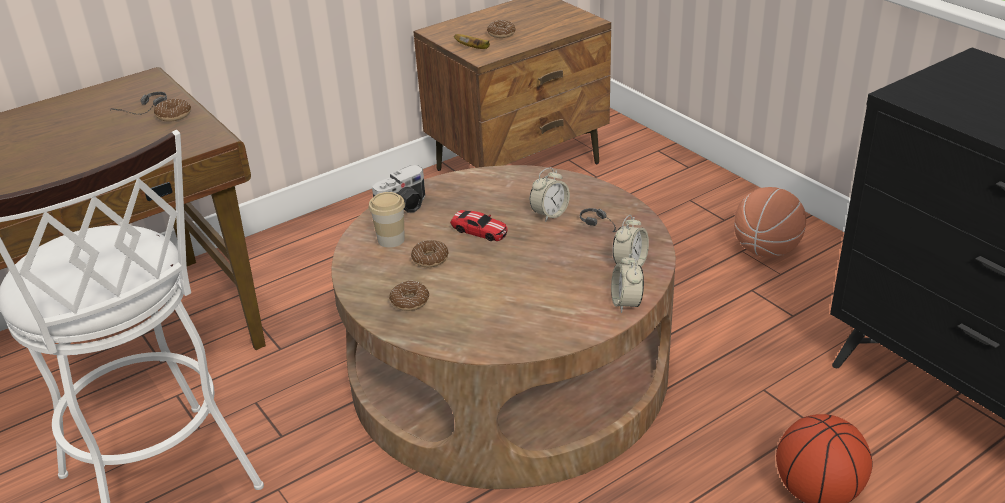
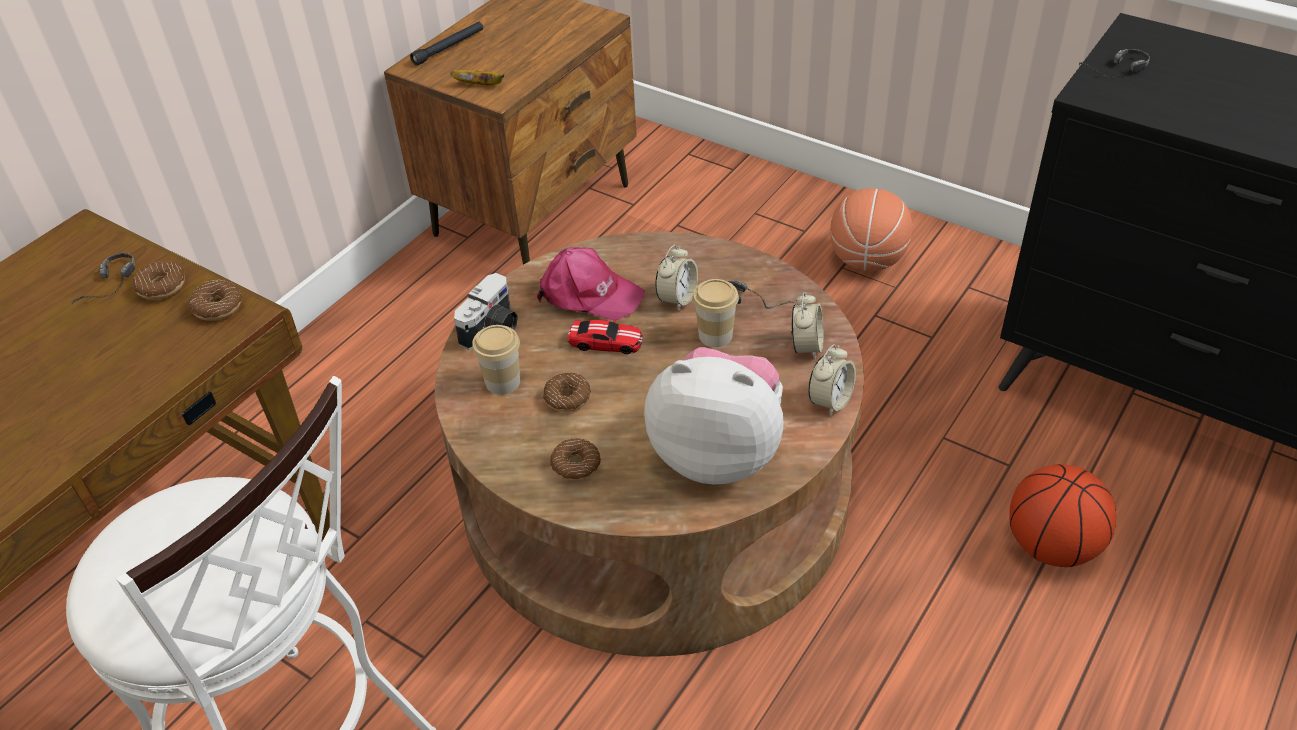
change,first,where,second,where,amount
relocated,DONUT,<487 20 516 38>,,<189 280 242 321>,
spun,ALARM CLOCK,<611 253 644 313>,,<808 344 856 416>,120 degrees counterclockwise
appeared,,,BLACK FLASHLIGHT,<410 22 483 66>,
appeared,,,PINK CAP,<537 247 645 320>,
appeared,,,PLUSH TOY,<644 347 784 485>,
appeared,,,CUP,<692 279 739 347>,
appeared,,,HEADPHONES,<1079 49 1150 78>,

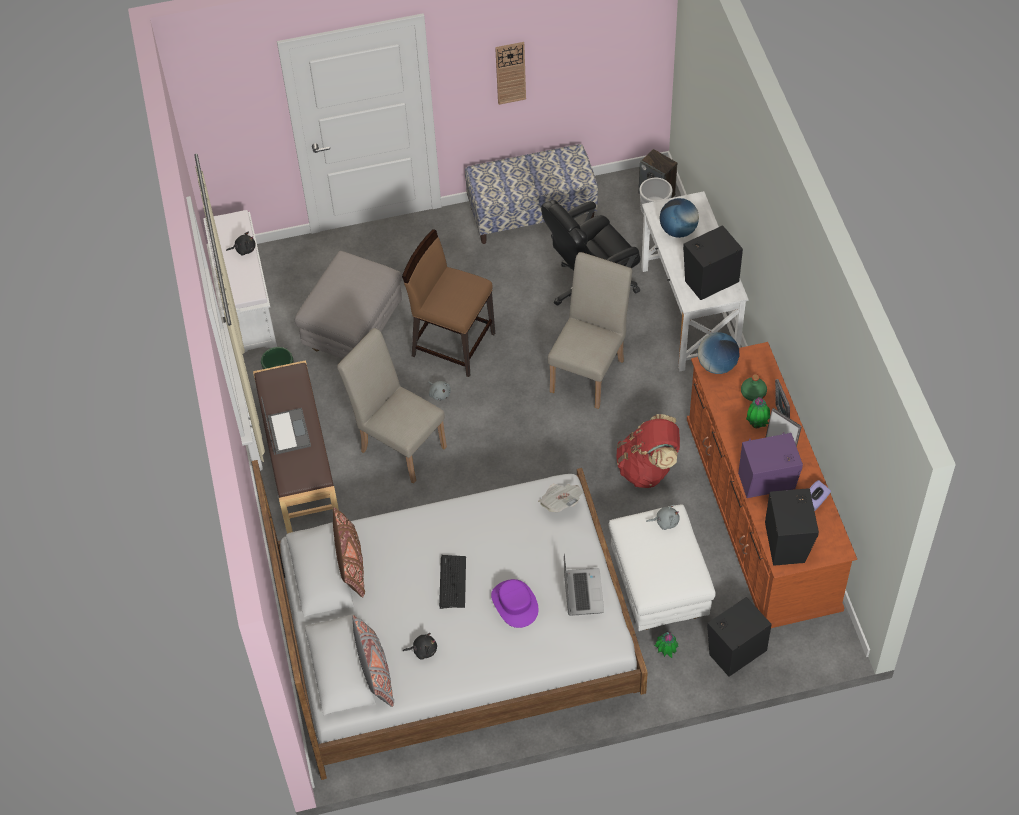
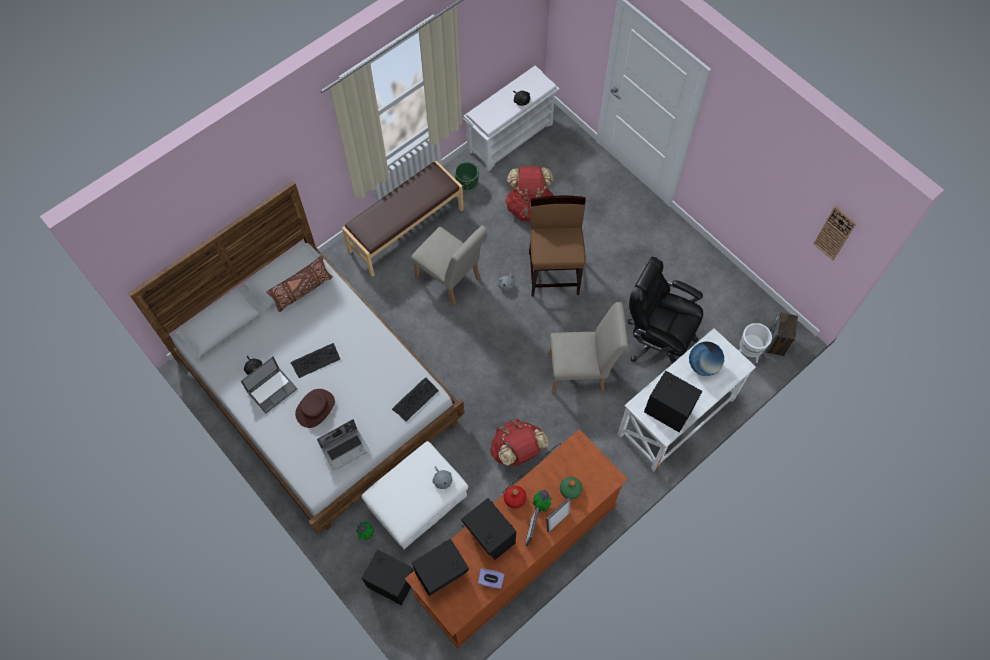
change,first,where,second,where,amount
relocated,LAPTOP,<261 397 311 455>,,<241 356 297 414>,
exchanged,GREY OTTOMAN,<295 251 402 359>,RED BACKPACK,<505 166 554 222>,
spun,BEIGE CHAIR,<337 328 447 484>,,<411 226 487 306>,120 degrees clockwise
missing,GREY PILLOW,<352 615 394 707>,,,
missing,BENCH,<465 144 598 244>,,,
colour,PURPLE HAT,<491 579 539 628>,BROWN HAT,<295 389 335 428>,
relocated,WALL CLOCK,<495 42 526 105>,,<814 206 857 260>,
exchanged,NEWSPAPER,<538 484 583 512>,KEYBOARD,<392 378 439 421>,
missing,GLOBE,<698 332 739 374>,,,
colour,PURPLE SPEAKER,<738 432 803 498>,BLACK SPEAKER,<461 498 516 560>,
appeared,,,RED BOTTLE,<504 486 527 509>,

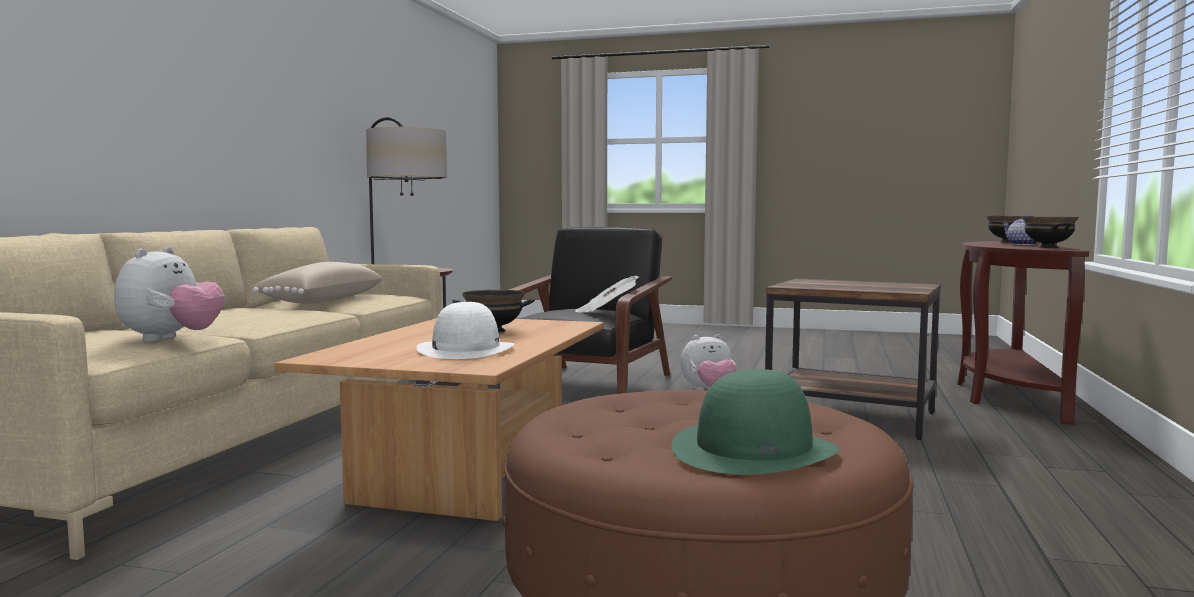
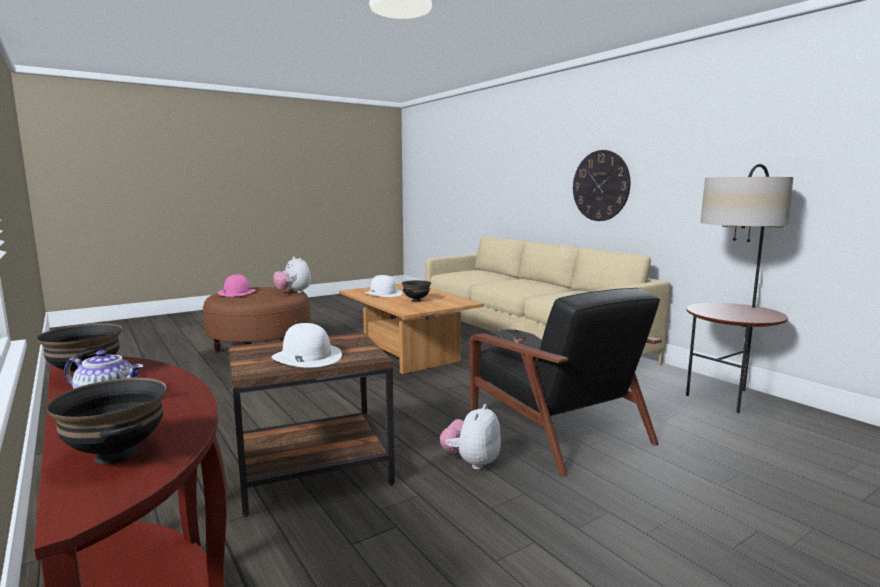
change,first,where,second,where,amount
relocated,PLUSH TOY,<114 247 225 342>,,<273 257 311 293>,
missing,BEIGE PILLOW,<252 262 383 304>,,,
colour,GREEN HAT,<671 369 839 475>,PINK HAT,<218 275 256 297>,
appeared,,,WHITE HAT,<272 323 342 368>,
appeared,,,WALL CLOCK,<573 150 630 221>,

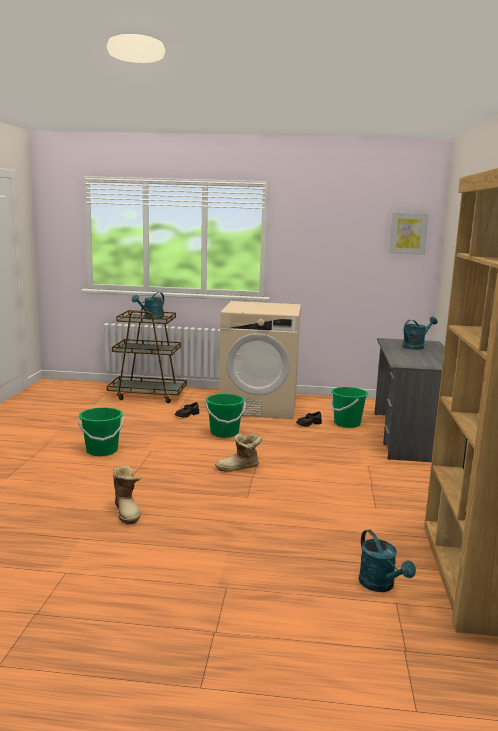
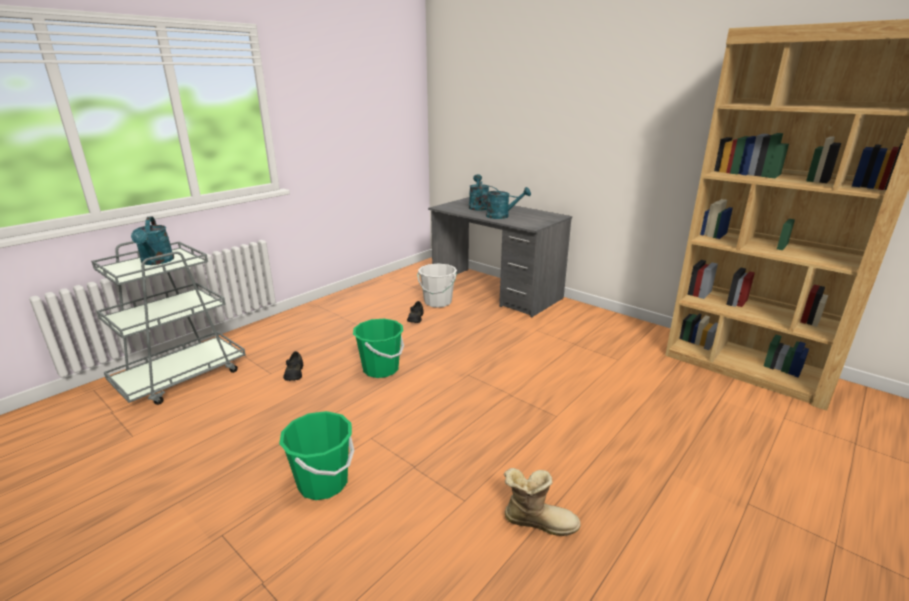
change,first,where,second,where,amount
colour,BROWN CART,<107 305 187 403>,GREY CART,<91 241 246 405>,
missing,BOOT,<215 433 263 472>,,,
missing,BEIGE WASHING MACHINE,<219 301 301 419>,,,
colour,GREEN BUCKET,<330 387 368 428>,WHITE BUCKET,<417 264 457 308>,
relocated,TURQUOISE WATERING CAN,<359 530 416 592>,,<481 186 531 219>,
missing,PICTURE,<389 213 429 255>,,,

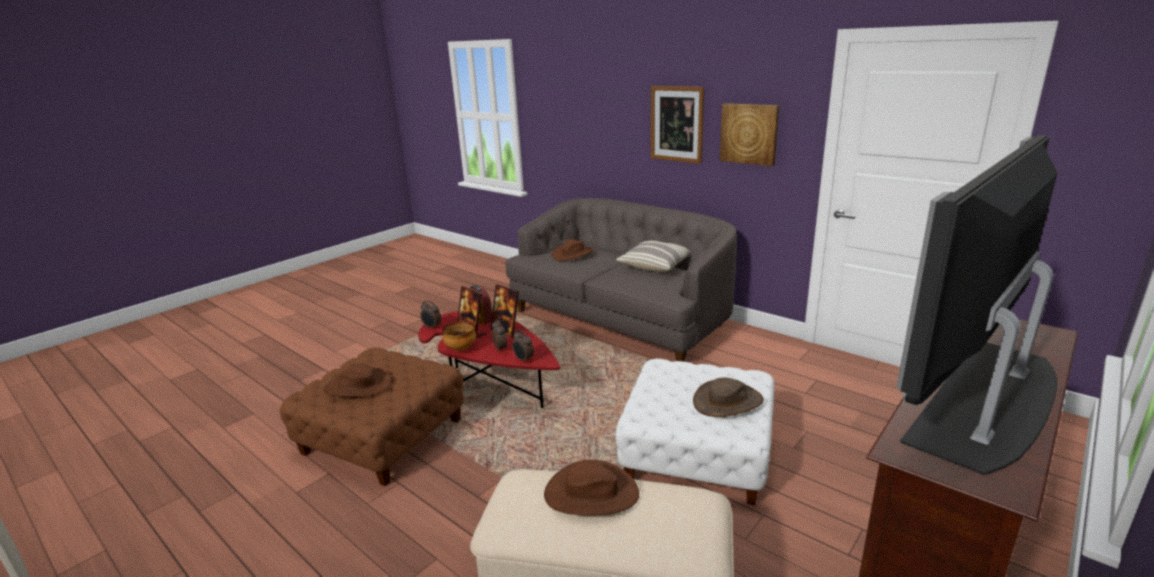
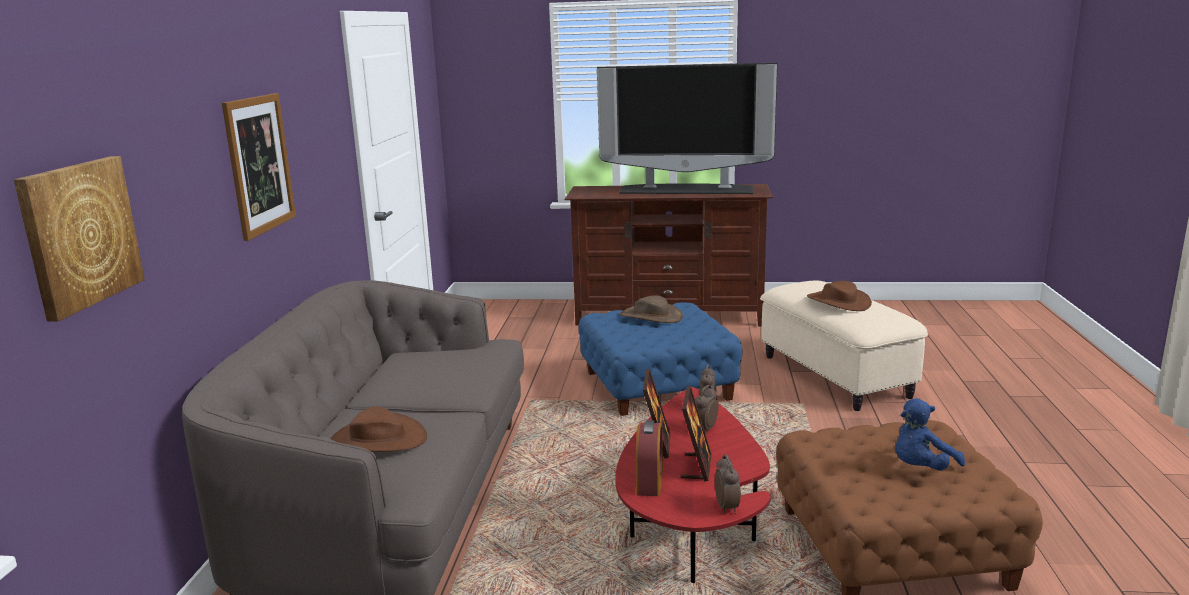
change,first,where,second,where,amount
exchanged,BROWN HAT,<323 364 391 397>,BLUE PLUSH TOY,<895 399 965 471>,
missing,BOWL,<442 321 476 351>,,,
missing,PILLOW,<616 241 691 272>,,,
colour,WHITE OTTOMAN,<616 359 775 505>,BLUE OTTOMAN,<579 302 743 416>,
relocated,PICTURE,<720 103 779 166>,,<14 156 145 322>,

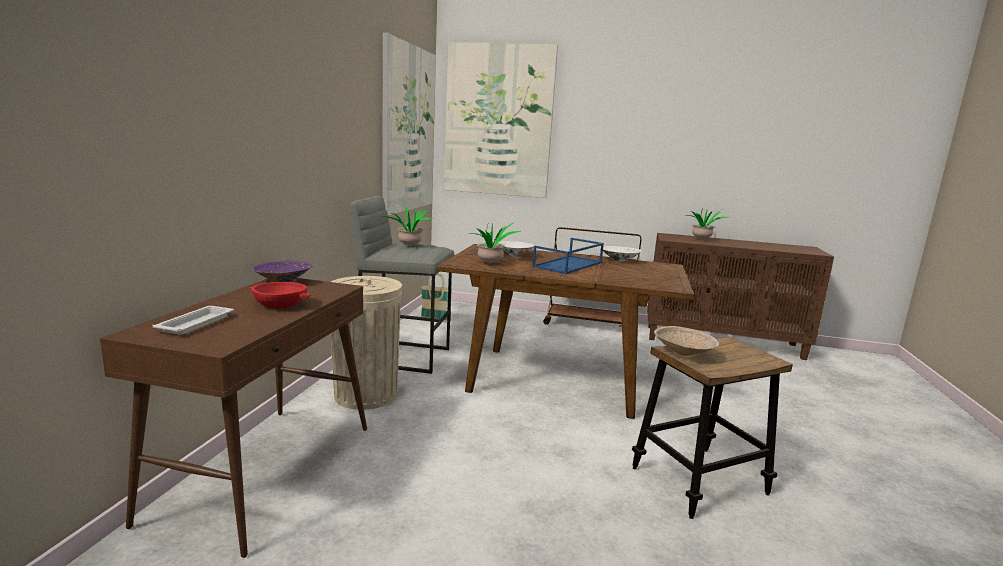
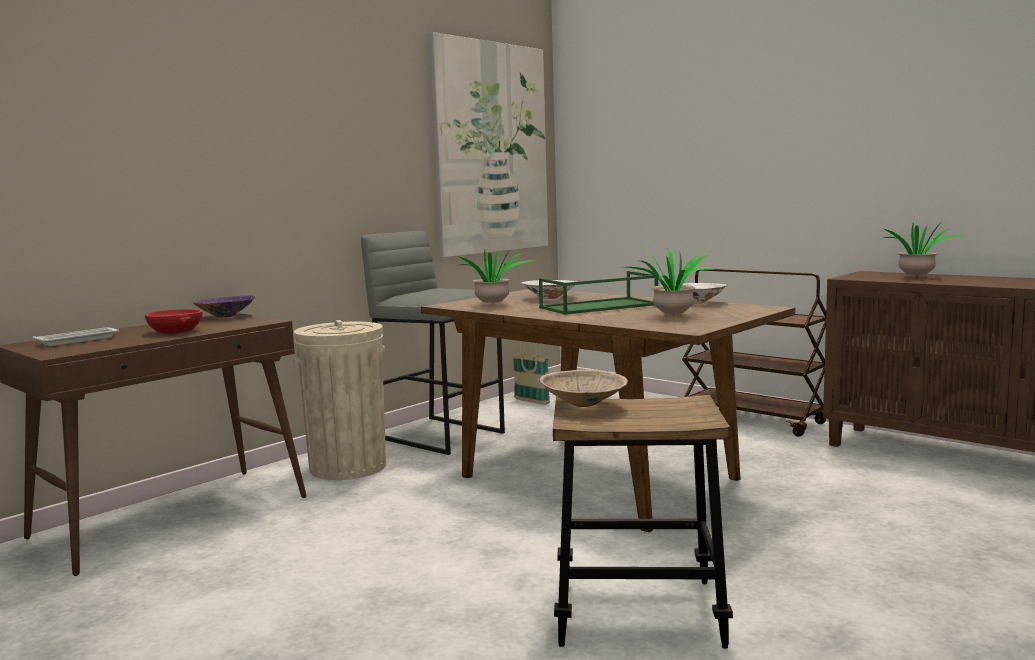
change,first,where,second,where,amount
relocated,POTTED PLANT,<380 205 433 246>,,<625 249 713 315>,
missing,PICTURE,<444 42 558 198>,,,
colour,BLUE TRAY,<532 238 604 274>,GREEN TRAY,<539 271 658 315>,

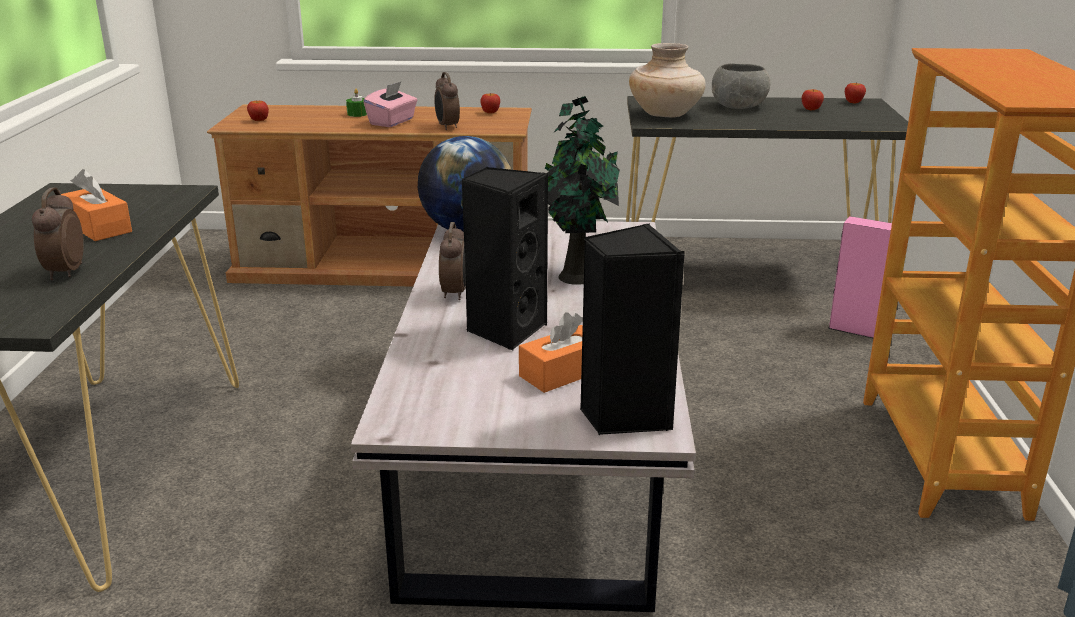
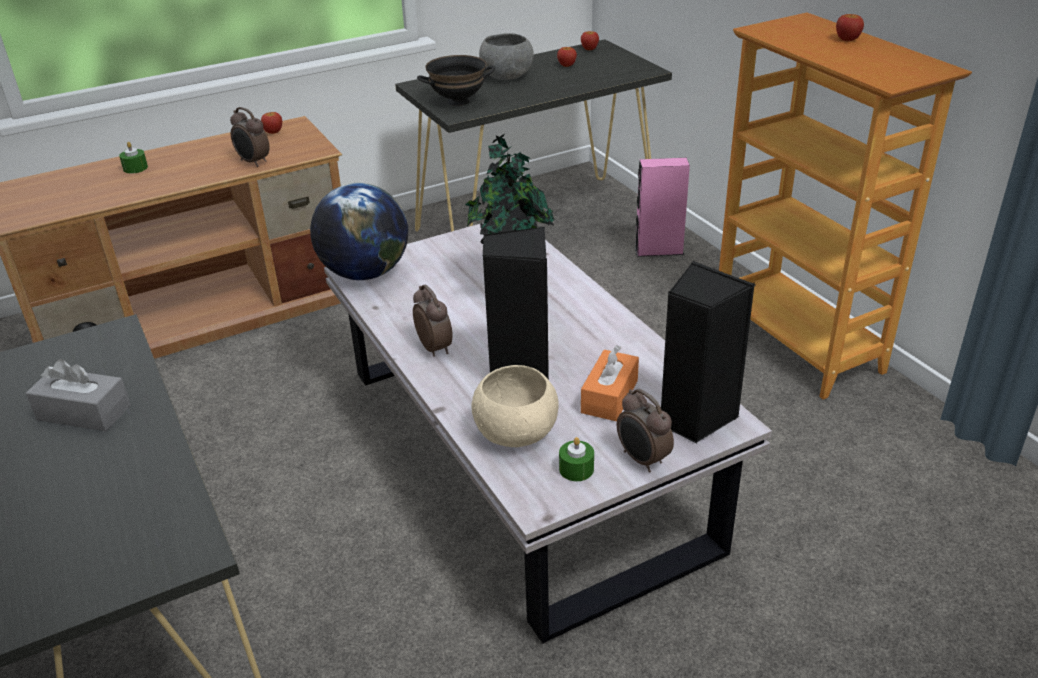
change,first,where,second,where,amount
relocated,ALARM CLOCK,<32 187 84 280>,,<617 389 674 472>,
colour,ORANGE TISSUE BOX,<61 169 132 241>,GREY TISSUE BOX,<26 359 131 431>,
relocated,APPLE,<247 101 269 121>,,<836 14 864 41>,
missing,PINK TISSUE BOX,<363 82 417 127>,,,
exchanged,BEIGE VASE,<629 43 706 118>,BLACK BOWL,<417 55 495 106>,
appeared,,,BEIGE BOWL,<471 365 559 447>,
appeared,,,GREEN CANDLE,<559 437 594 481>,

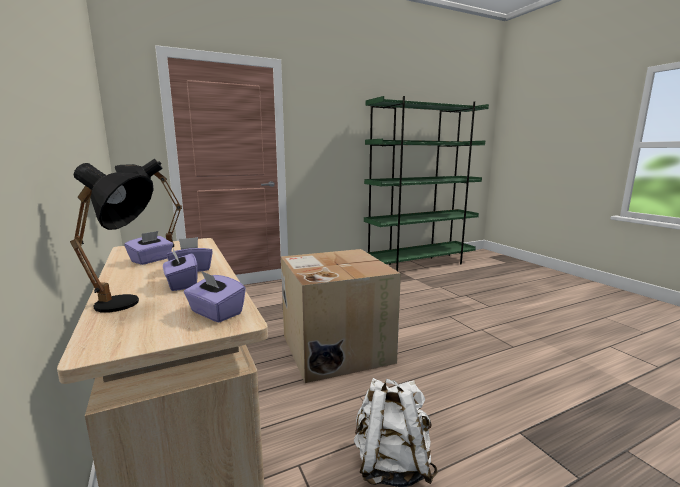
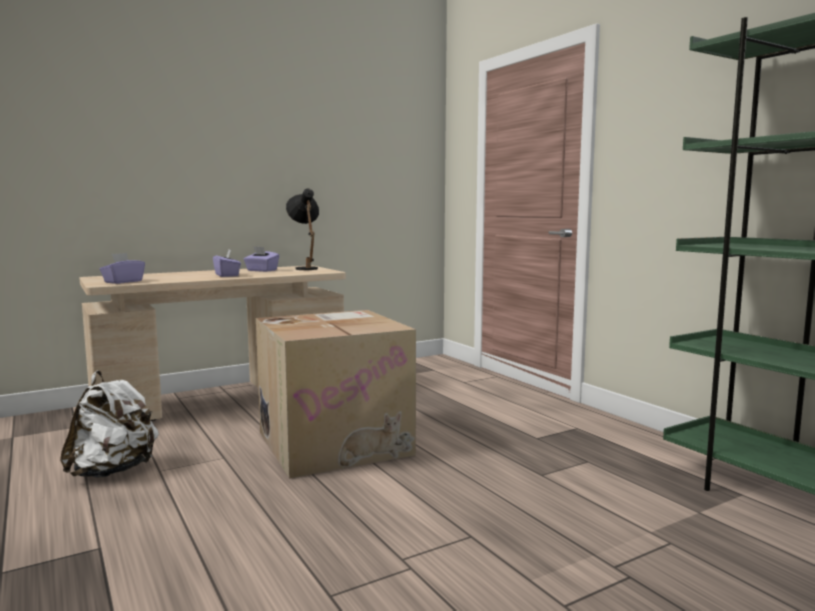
change,first,where,second,where,amount
missing,BLACK TABLE LAMP,<70 163 154 312>,,,
missing,PURPLE TISSUE BOX,<163 248 197 291>,,,

